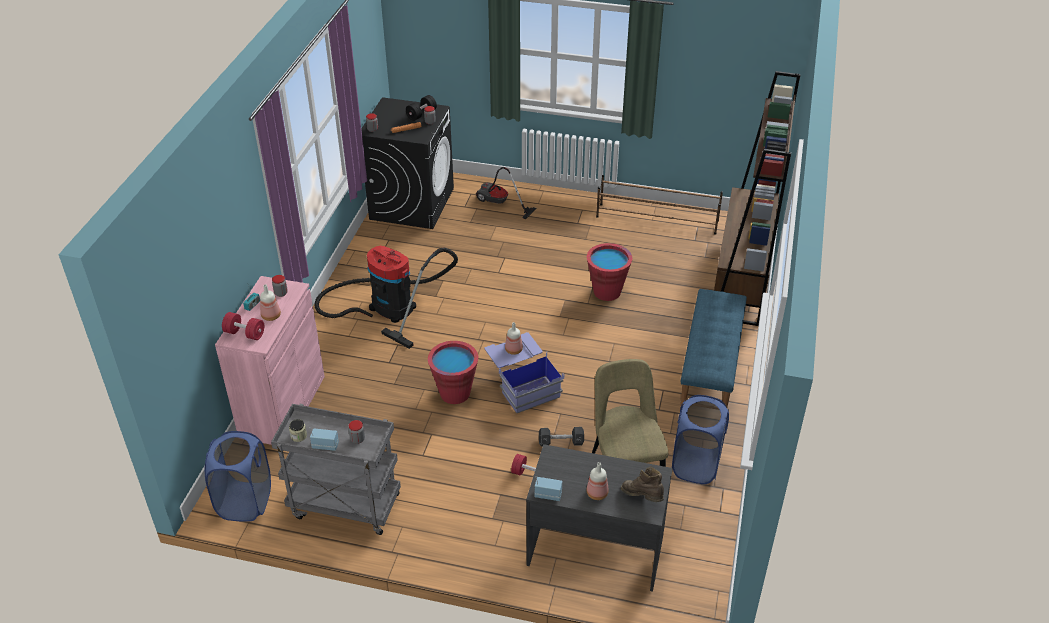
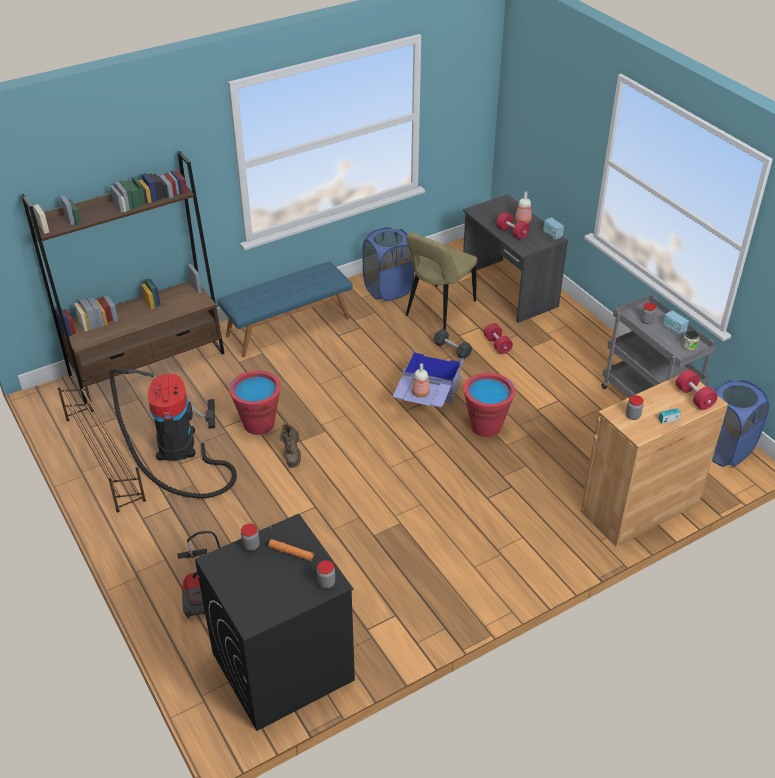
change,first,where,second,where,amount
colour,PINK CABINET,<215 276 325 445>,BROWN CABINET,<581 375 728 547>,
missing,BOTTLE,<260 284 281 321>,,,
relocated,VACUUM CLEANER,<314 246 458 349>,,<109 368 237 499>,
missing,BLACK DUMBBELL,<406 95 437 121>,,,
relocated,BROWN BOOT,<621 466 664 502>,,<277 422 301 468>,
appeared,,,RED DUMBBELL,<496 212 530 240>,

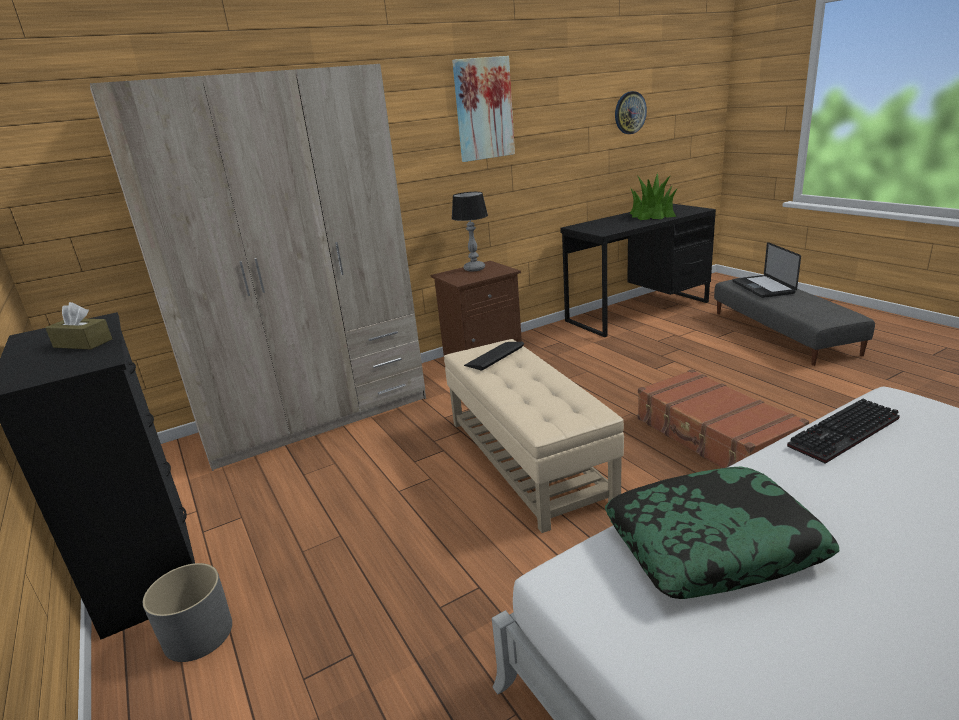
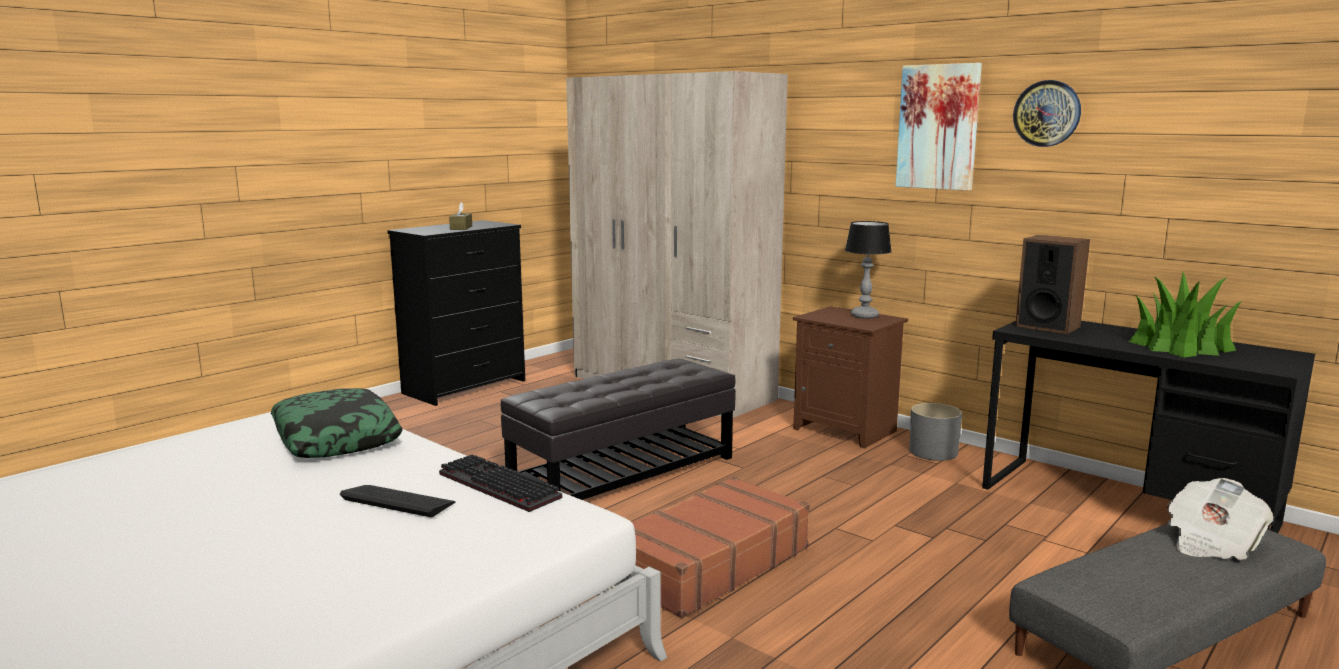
change,first,where,second,where,amount
relocated,GREY PLANTER,<143 563 232 662>,,<910 403 962 461>,
colour,BEIGE OTTOMAN,<444 339 624 533>,BLACK OTTOMAN,<501 359 736 500>,
relocated,KEYBOARD,<464 342 524 370>,,<340 485 455 517>,
relocated,WALL CLOCK,<615 91 647 134>,,<1013 80 1081 147>,
exchanged,LAPTOP,<732 242 801 298>,NEWSPAPER,<1167 478 1274 560>,
appeared,,,SPEAKER,<1015 235 1090 334>,

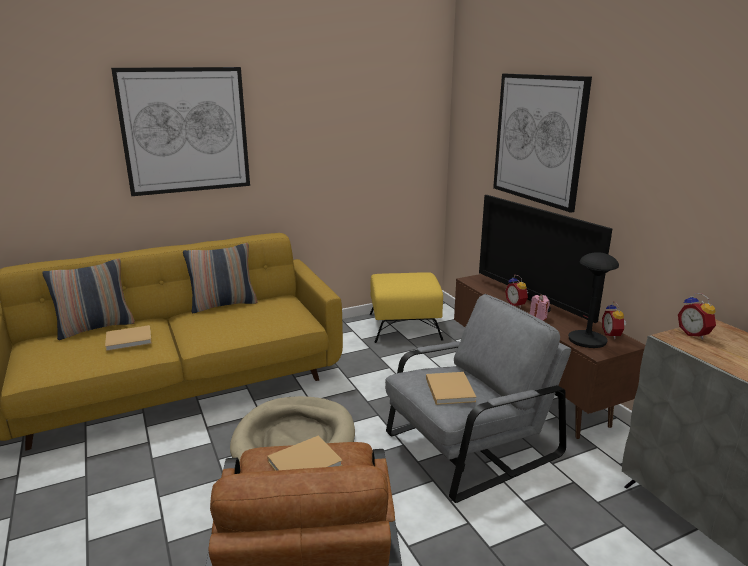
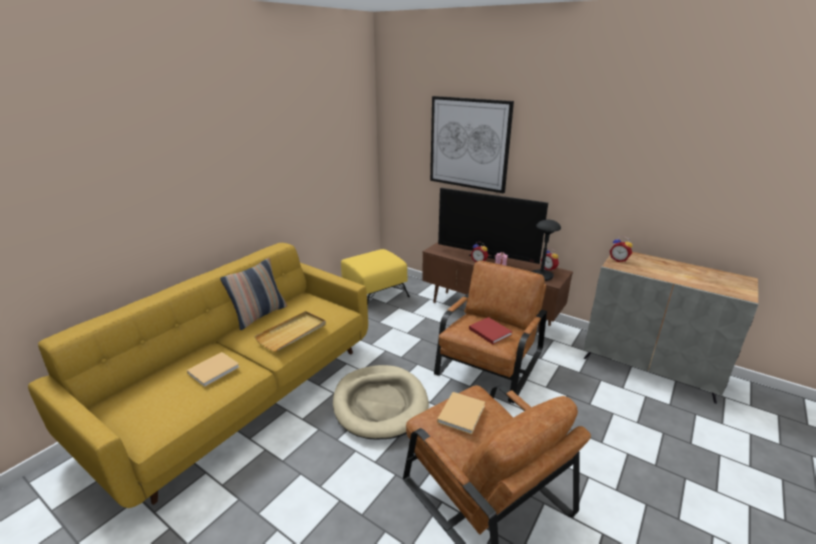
change,first,where,second,where,amount
missing,PILLOW,<42 259 135 340>,,,
missing,PICTURE,<111 67 250 196>,,,
colour,GREY ARMCHAIR,<385 294 571 503>,BROWN ARMCHAIR,<434 260 547 403>,
colour,BEIGE BOOK,<426 372 476 405>,RED BOOK,<469 317 513 344>,
appeared,,,BEIGE TRAY,<254 311 326 351>,

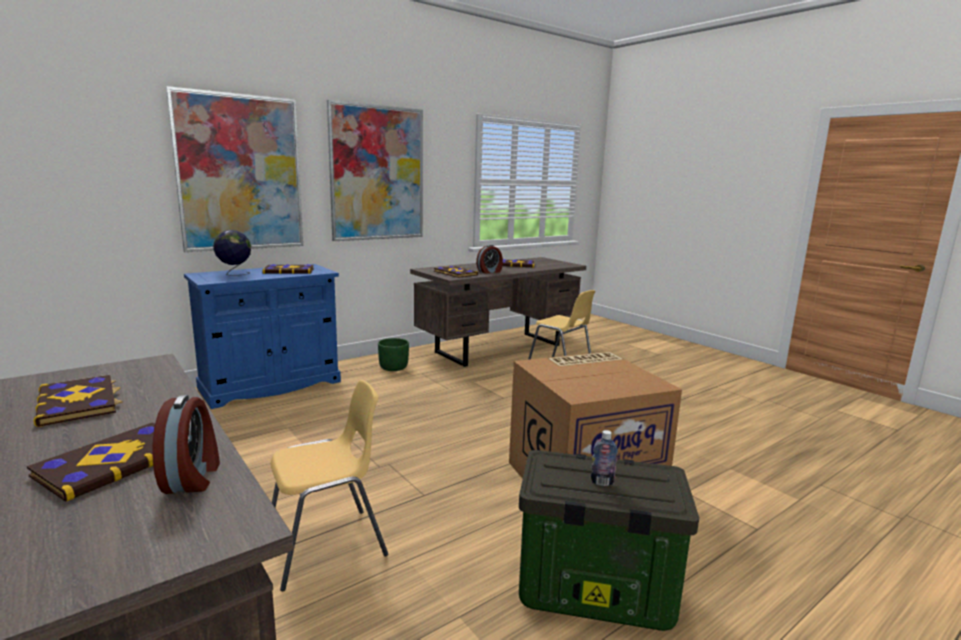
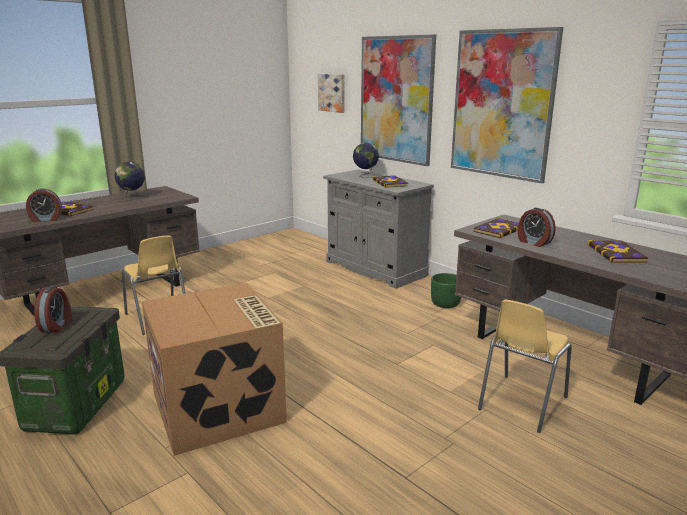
change,first,where,second,where,amount
exchanged,BOOK,<33 375 123 427>,GLOBE,<114 162 145 199>,
colour,BLUE CABINET,<184 264 341 409>,GREY CABINET,<323 169 434 289>,
exchanged,BOTTLE,<591 430 618 486>,ALARM CLOCK,<34 286 72 333>,
appeared,,,PICTURE,<318 74 345 113>,

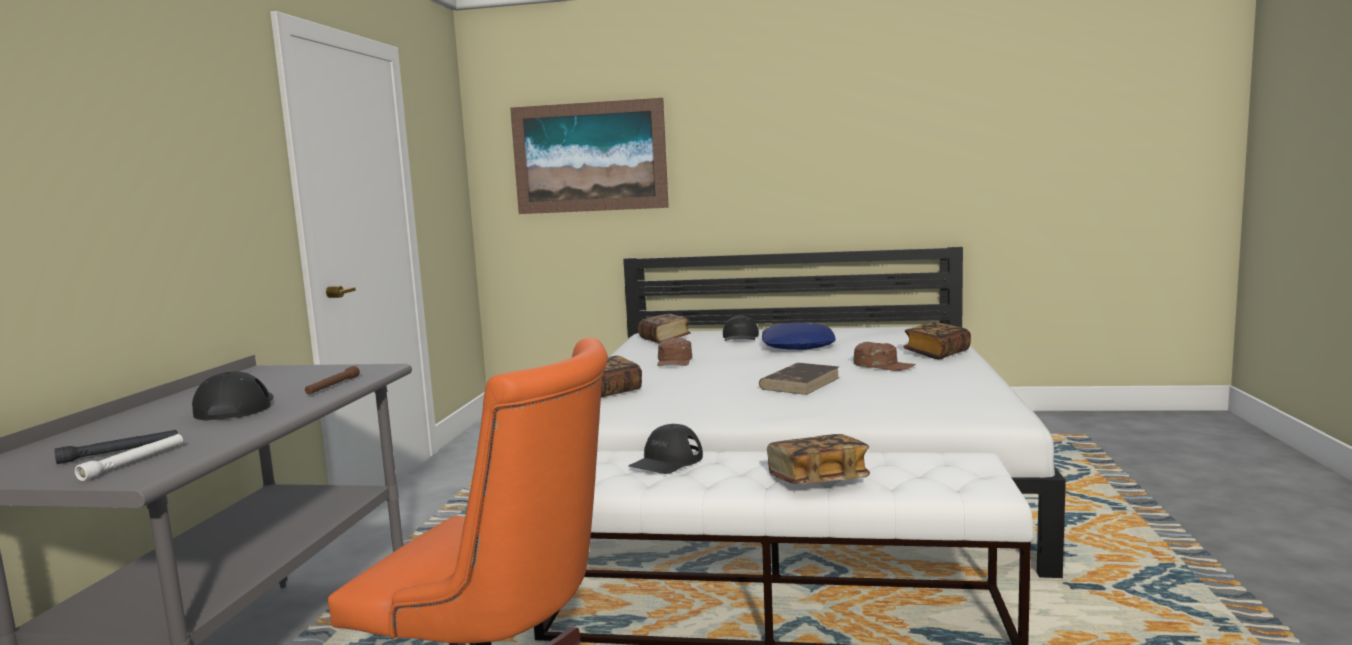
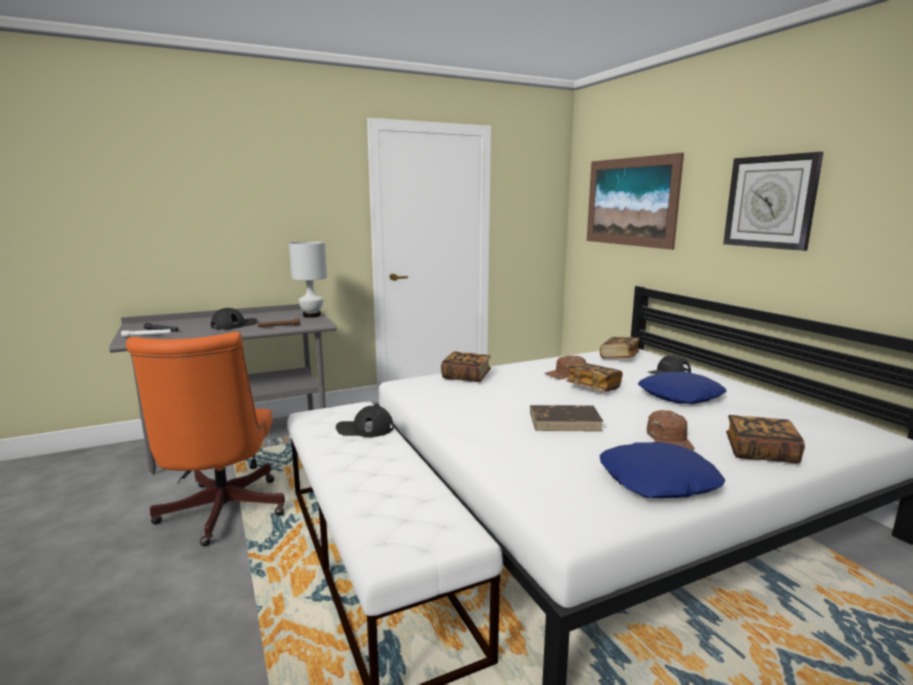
change,first,where,second,where,amount
relocated,BOOK,<767 434 870 484>,,<566 363 623 392>,
appeared,,,WHITE TABLE LAMP,<289 241 327 318>,
appeared,,,BLUE PILLOW,<600 442 725 498>,
appeared,,,WALL CLOCK,<723 152 823 251>,

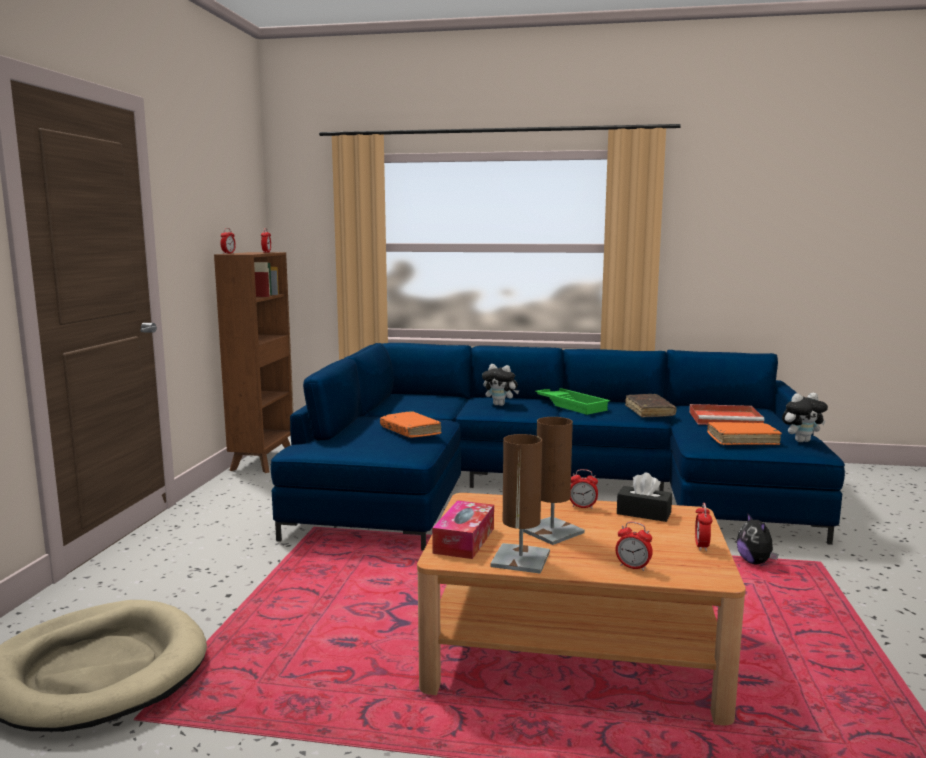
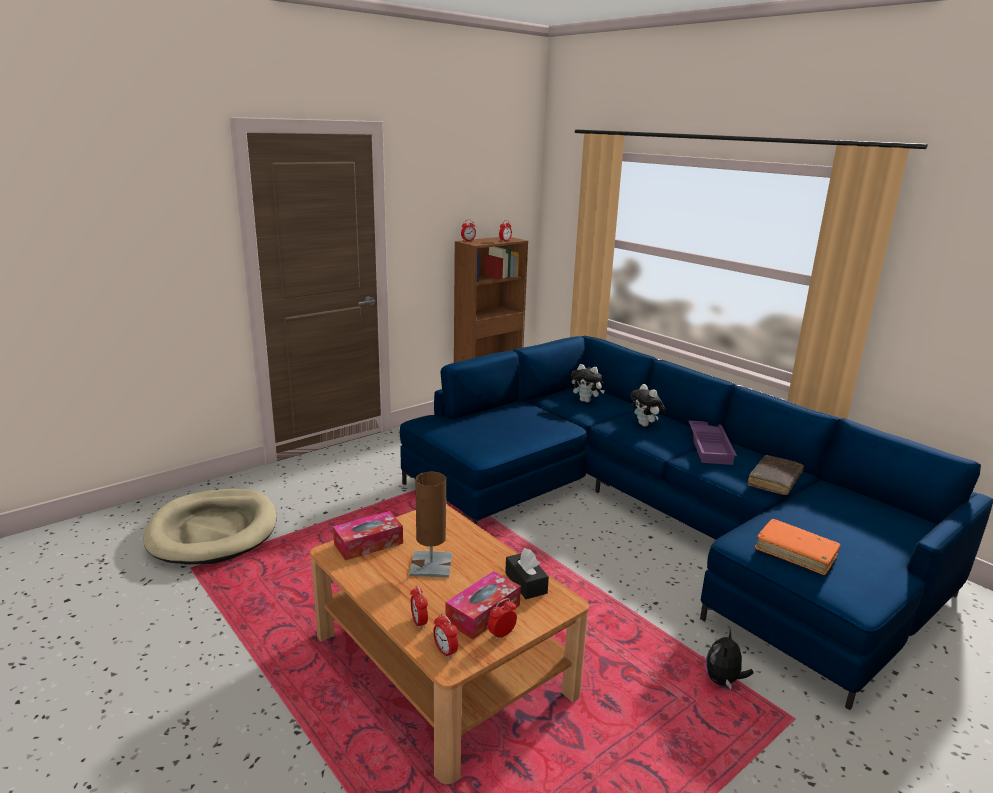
change,first,where,second,where,amount
missing,ORANGE BOOK,<380 411 442 438>,,,
missing,BROWN TABLE LAMP,<490 434 550 574>,,,
colour,GREEN TRAY,<535 388 610 415>,PURPLE TRAY,<689 421 737 465>,
relocated,ALARM CLOCK,<570 469 598 509>,,<433 613 458 659>,
missing,RED TRAY,<689 404 764 425>,,,
relocated,PLUSH TOY,<782 393 828 442>,,<571 364 605 402>,
appeared,,,TISSUE BOX,<446 571 521 640>,

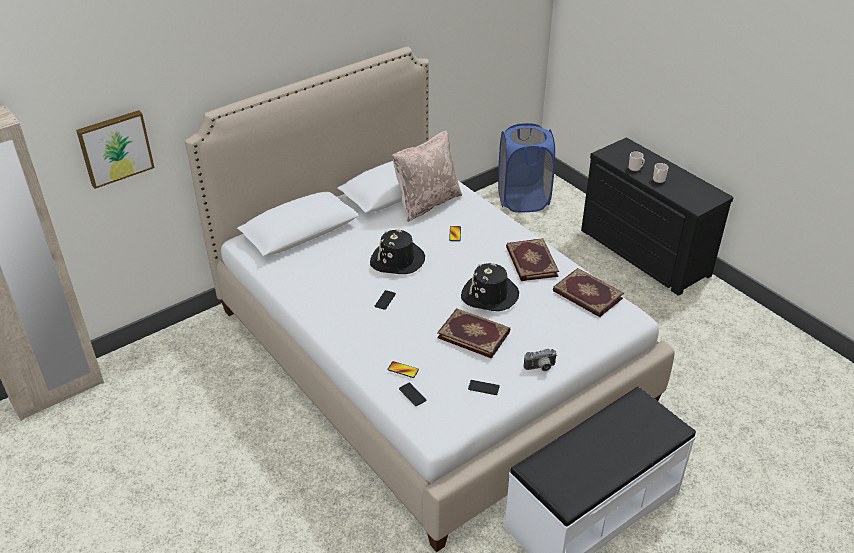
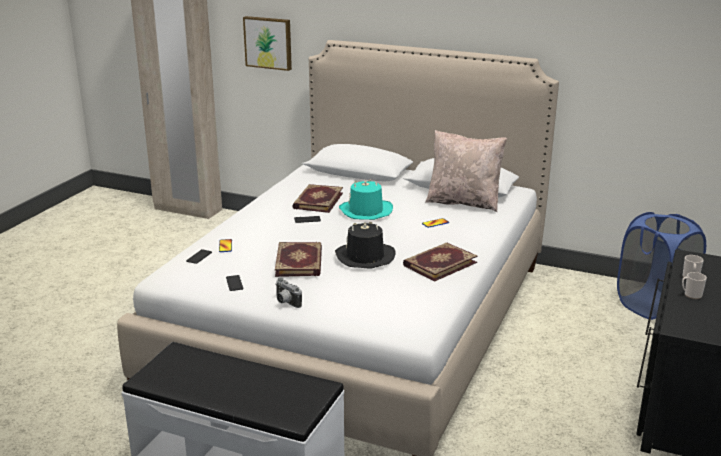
change,first,where,second,where,amount
colour,BLACK HAT,<370 230 425 274>,TURQUOISE HAT,<339 179 393 220>,
relocated,BOOK,<553 268 624 317>,,<292 184 343 213>,

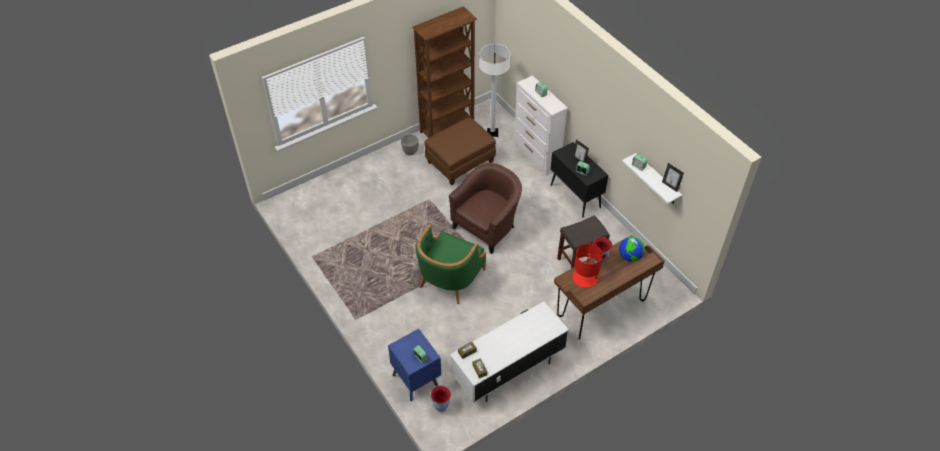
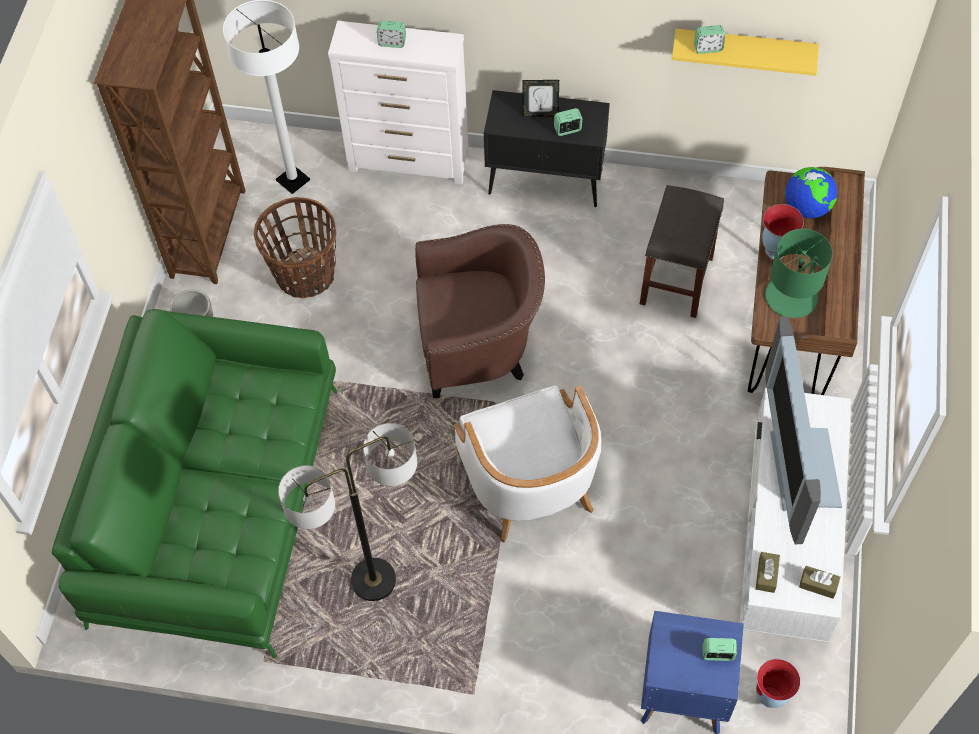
change,first,where,second,where,amount
colour,GREEN ARMCHAIR,<416 224 486 304>,WHITE ARMCHAIR,<454 385 601 543>,
exchanged,BROWN OTTOMAN,<424 117 496 185>,BASKET,<254 197 336 298>,
spun,BROWN ARMCHAIR,<449 163 522 254>,,<415 224 545 398>,90 degrees clockwise
colour,RED TABLE LAMP,<572 244 603 288>,GREEN TABLE LAMP,<765 229 833 318>,
colour,WHITE SHELF,<622 153 682 204>,YELLOW SHELF,<672 29 819 76>,
missing,PICTURE FRAME,<662 163 684 192>,,,
appeared,,,GREEN SOFA,<52 309 338 659>,
appeared,,,FLOOR LAMP,<278 423 417 601>,
appeared,,,TELEVISION,<765 316 842 544>,

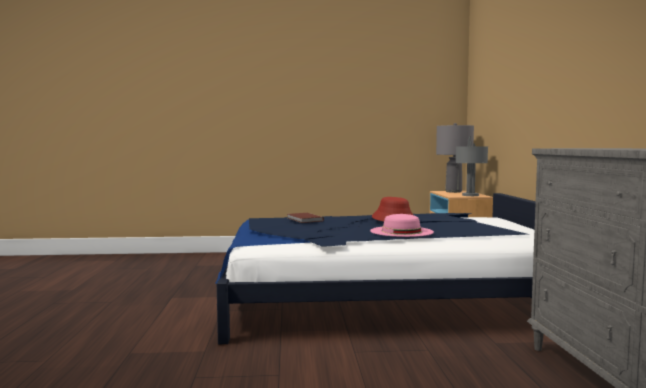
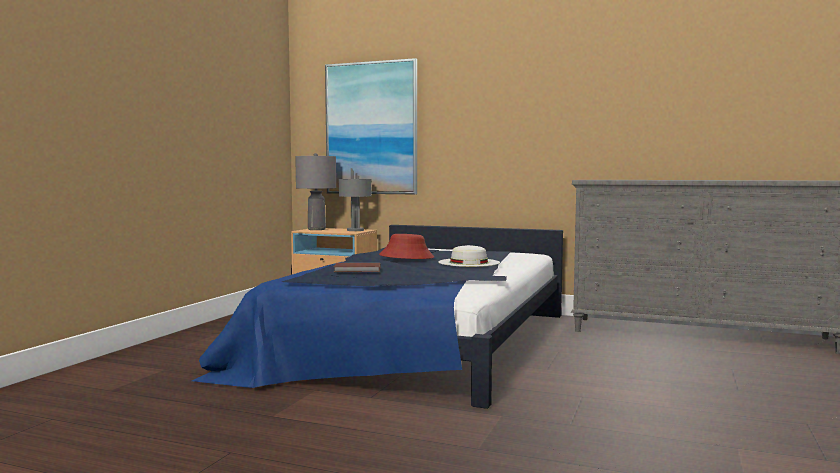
change,first,where,second,where,amount
colour,PINK HAT,<370 214 434 237>,WHITE HAT,<438 245 500 267>,
appeared,,,PICTURE,<325 58 417 195>,

